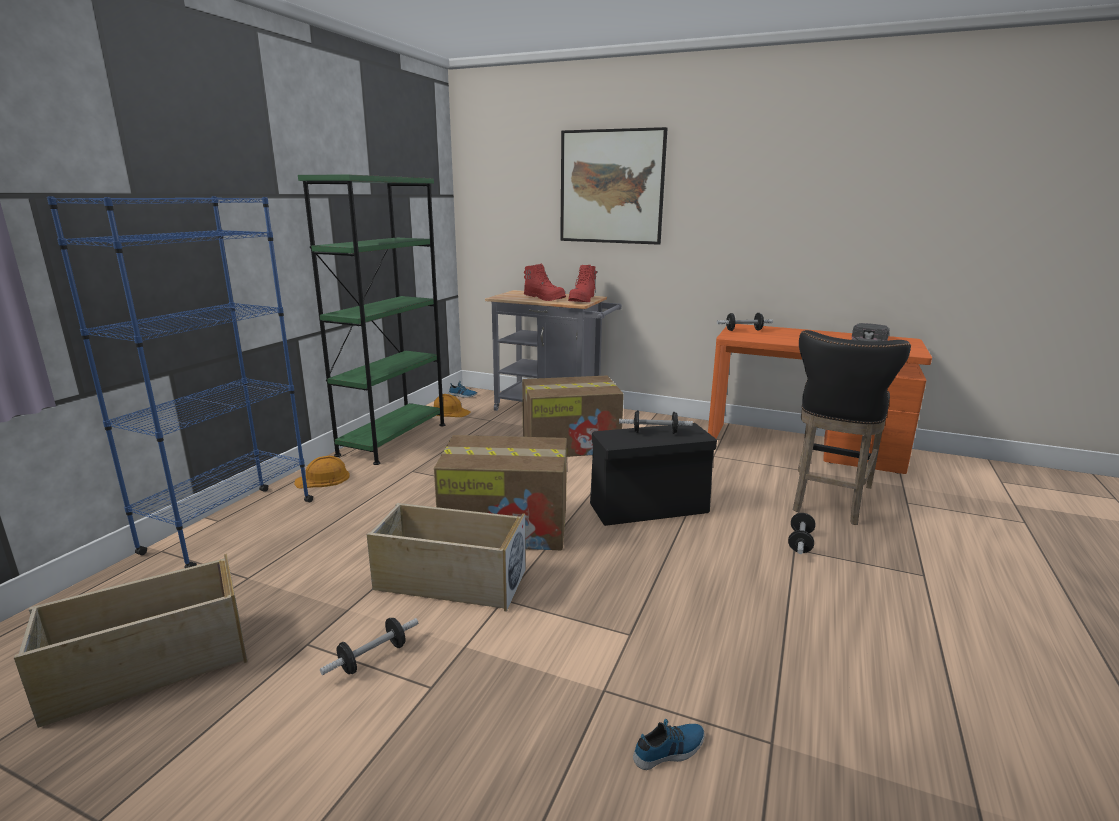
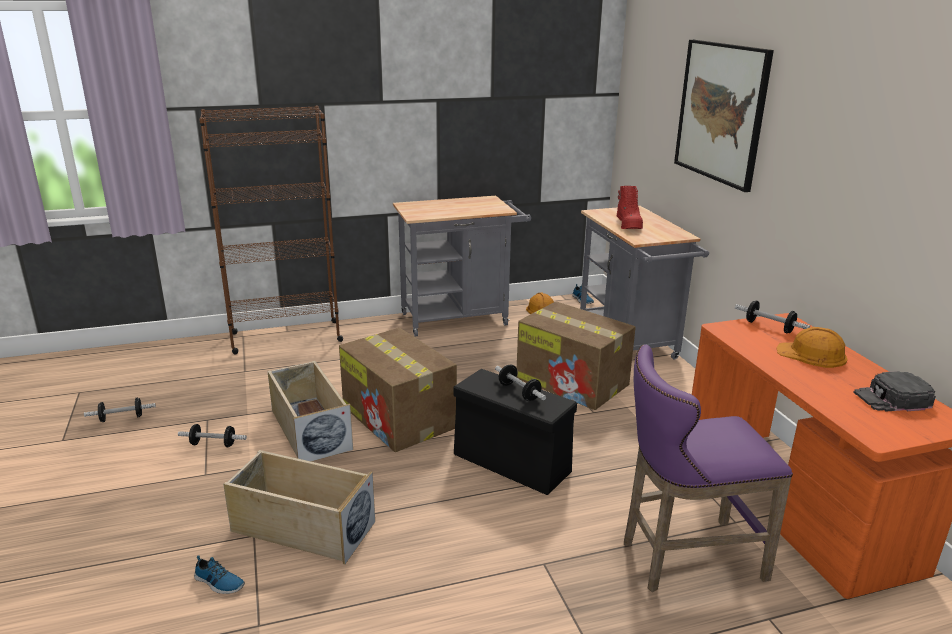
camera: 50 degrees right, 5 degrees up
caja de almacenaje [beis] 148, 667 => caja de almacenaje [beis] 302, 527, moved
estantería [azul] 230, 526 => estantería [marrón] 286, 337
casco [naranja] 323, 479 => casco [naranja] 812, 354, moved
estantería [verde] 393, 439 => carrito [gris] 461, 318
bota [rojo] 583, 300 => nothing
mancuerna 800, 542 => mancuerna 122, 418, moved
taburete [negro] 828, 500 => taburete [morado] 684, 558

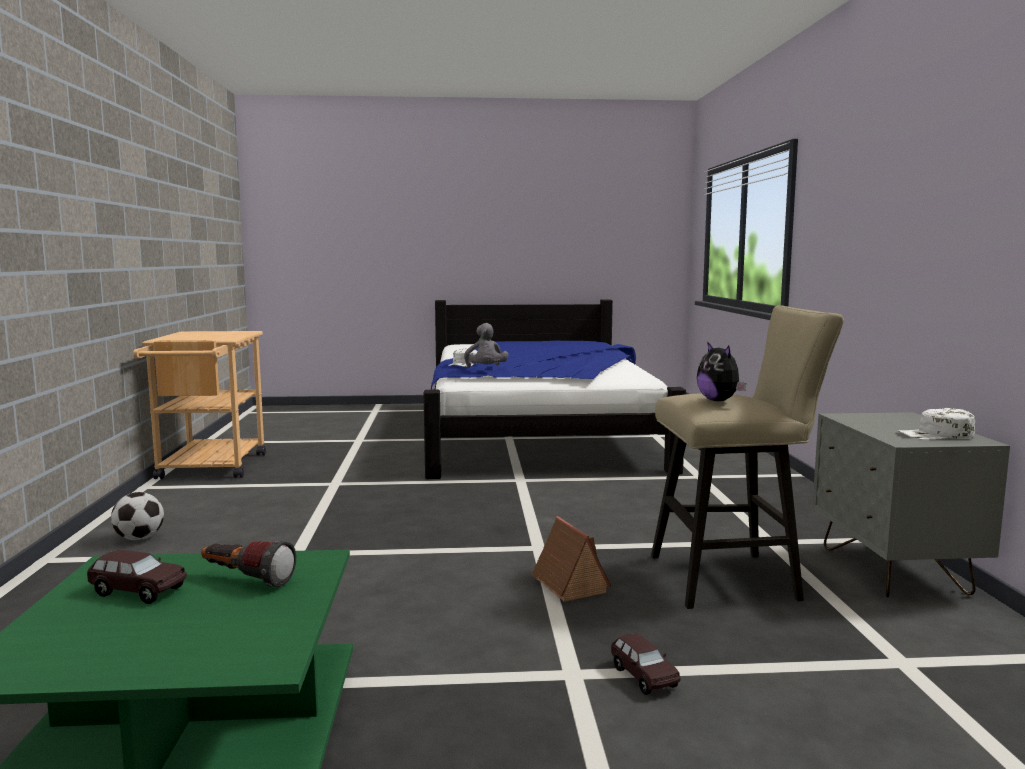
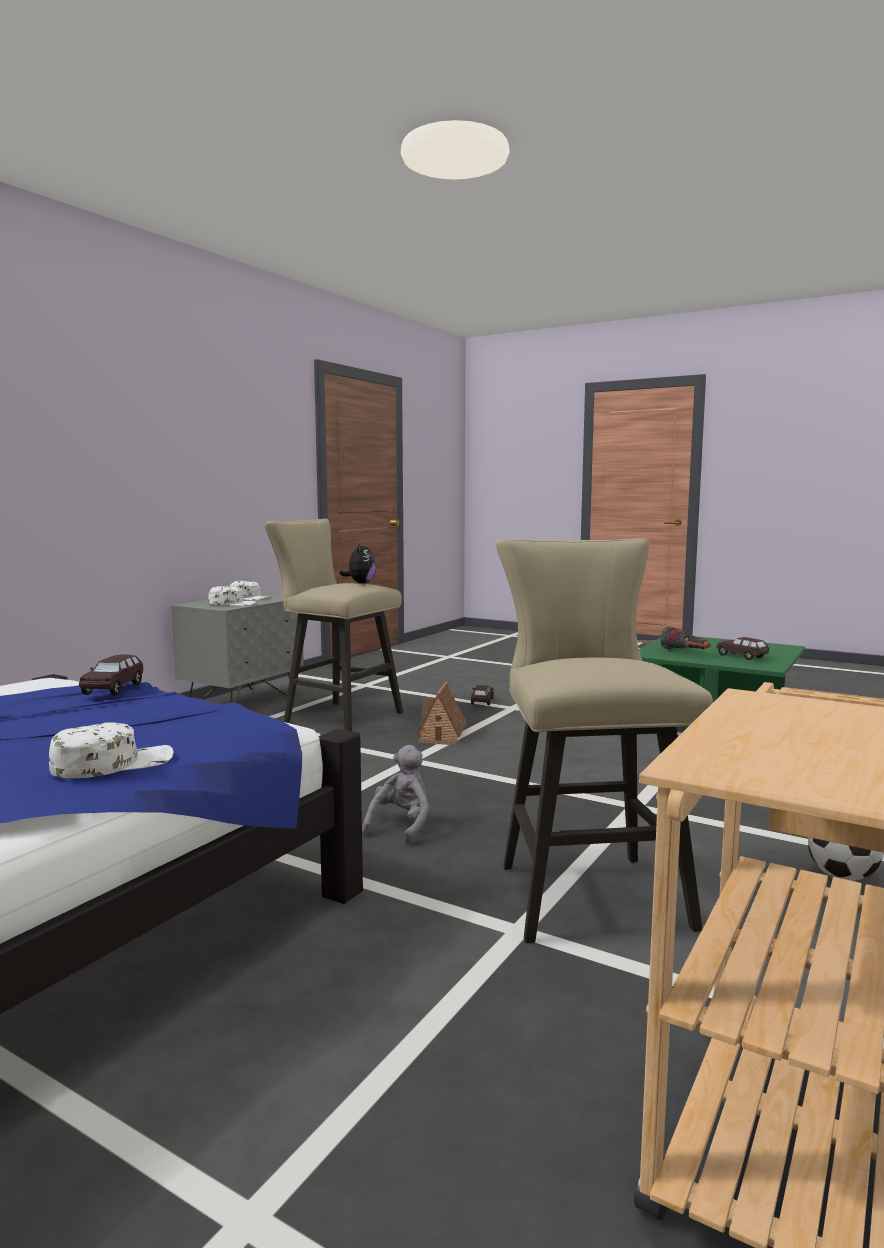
camera: 145 degrees left, 0 degrees up
peluche [gris] 486, 370 => peluche [gris] 401, 826, moved
nothing => coche de juguete [marrón] 113, 688
nothing => gorra [blanco] 233, 603
nothing => taburete [beis] 586, 889

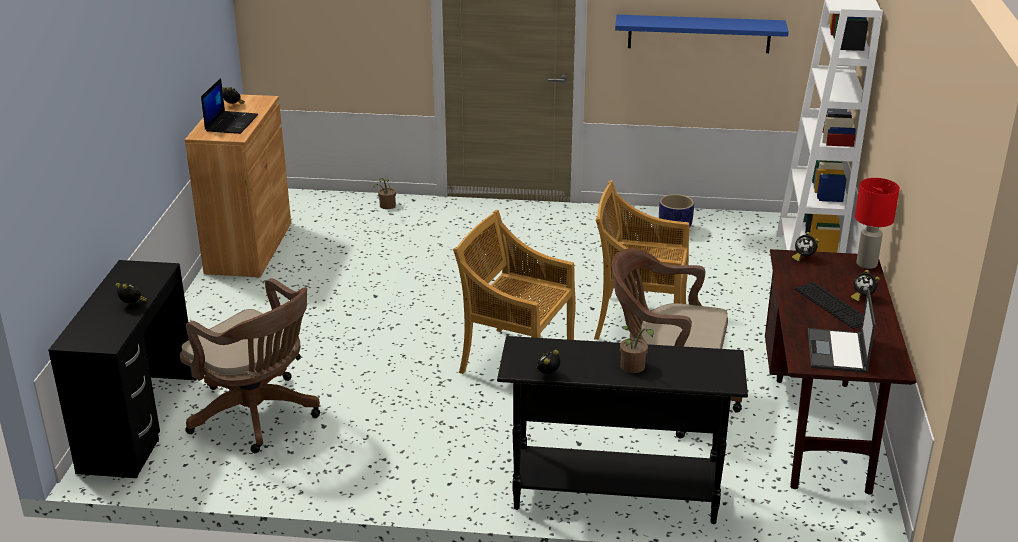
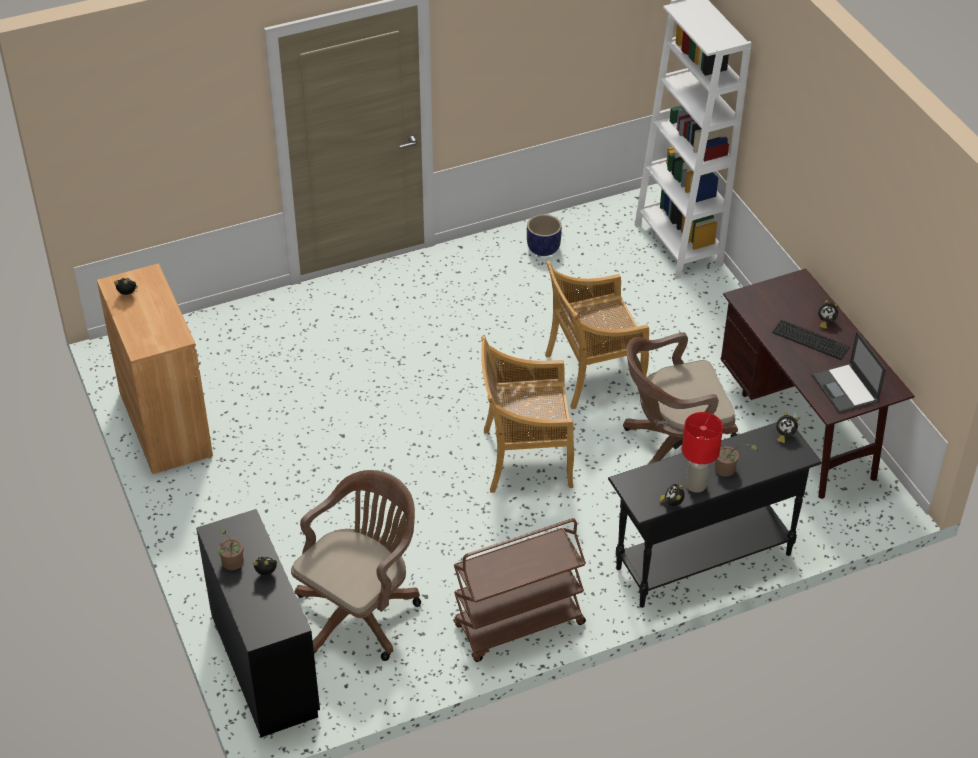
camera: 30 degrees left, 15 degrees up
silla de oficina [marrón] 258, 416 => silla de oficina [marrón] 361, 611, 60 degrees counterclockwise
portátil 231, 123 => nothing
planta en maceta 386, 206 => planta en maceta 232, 564, moved
estante [azul] 699, 33 => nothing
despertador 803, 258 => despertador 784, 435, moved
lámpara de mesa [rojo] 866, 264 => lámpara de mesa [rojo] 695, 485, moved
nothing => carrito [marrón] 518, 626

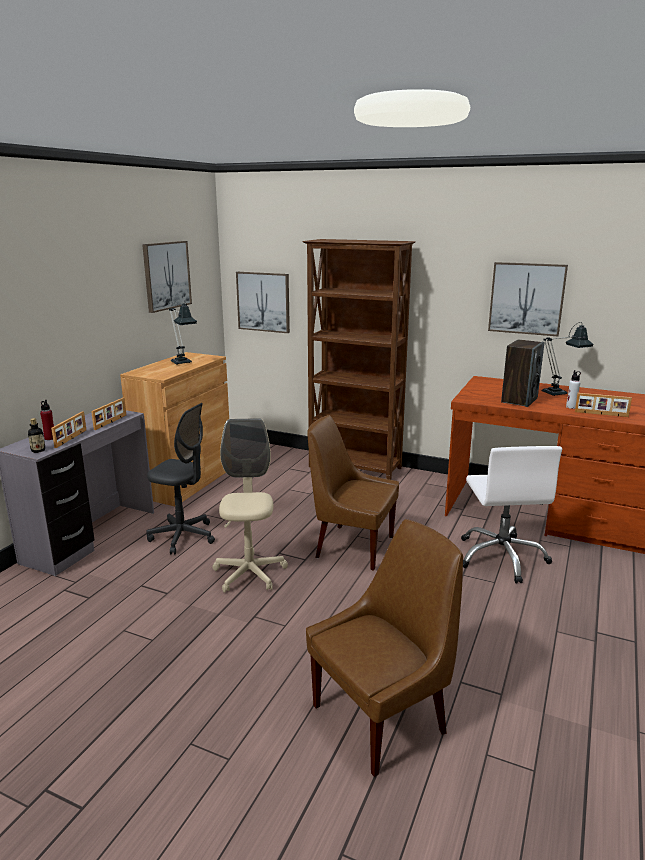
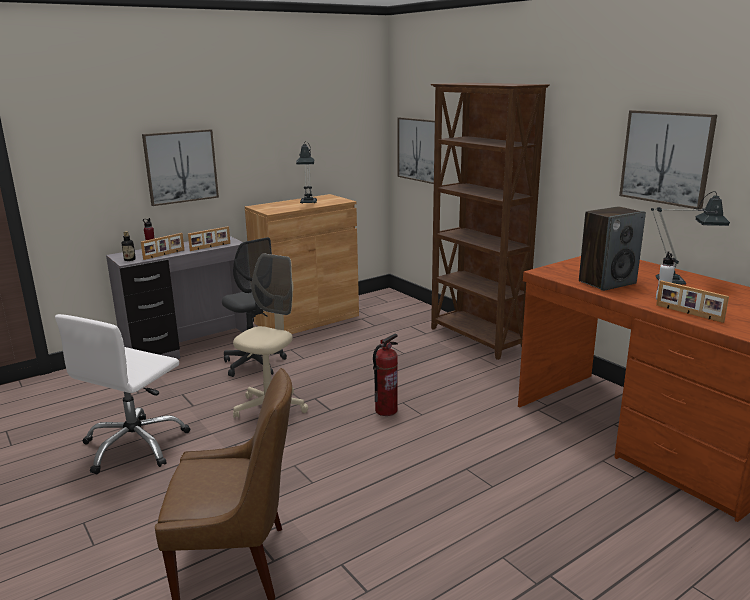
camera: 30 degrees right, 0 degrees up
cuadro 166, 275 => cuadro 181, 166, moved
silla [marrón] 351, 546 => extintor 386, 410
silla de oficina [blanco] 501, 557 => silla de oficina [blanco] 135, 446, moved

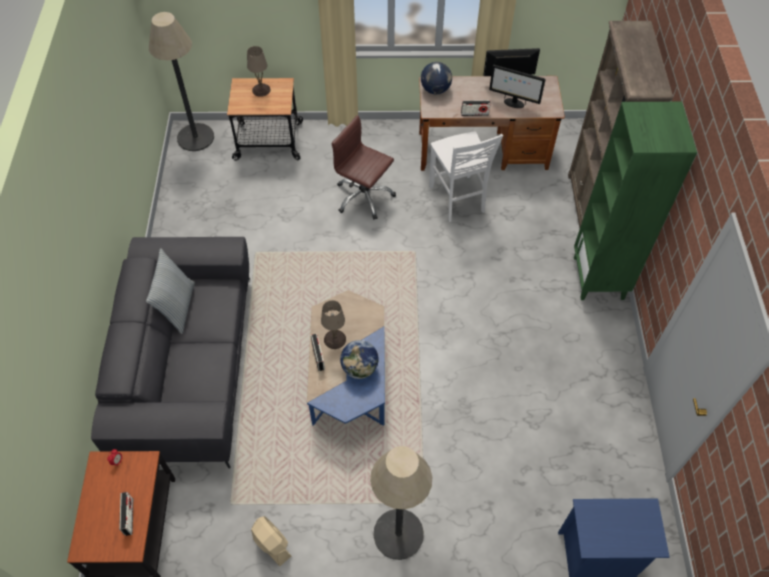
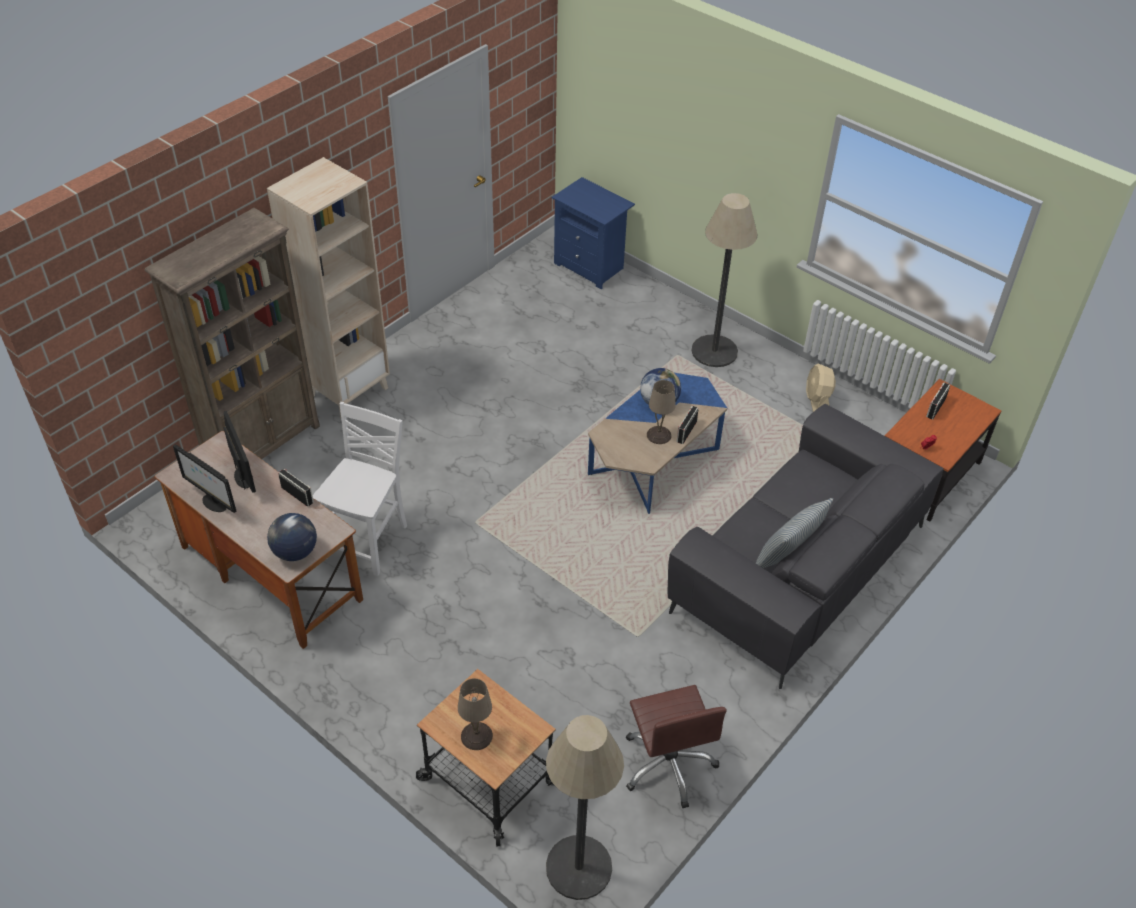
camera: 140 degrees left, 10 degrees down
silla de oficina [marrón] 363, 197 => silla de oficina [marrón] 668, 764, moved
estantería [verde] 599, 278 => estantería [beis] 348, 391

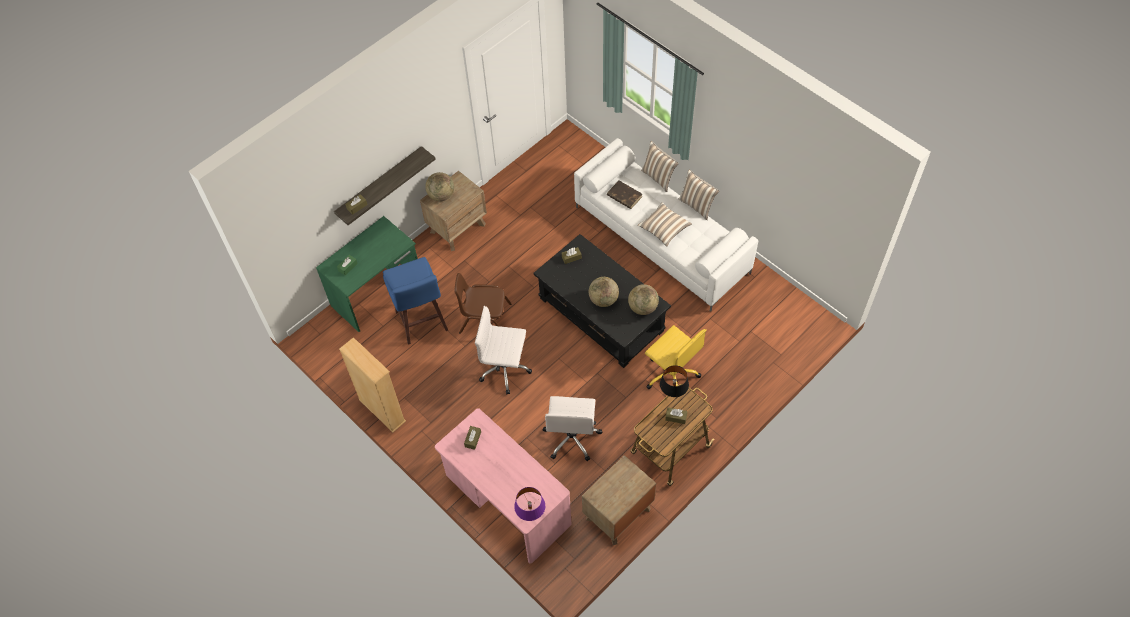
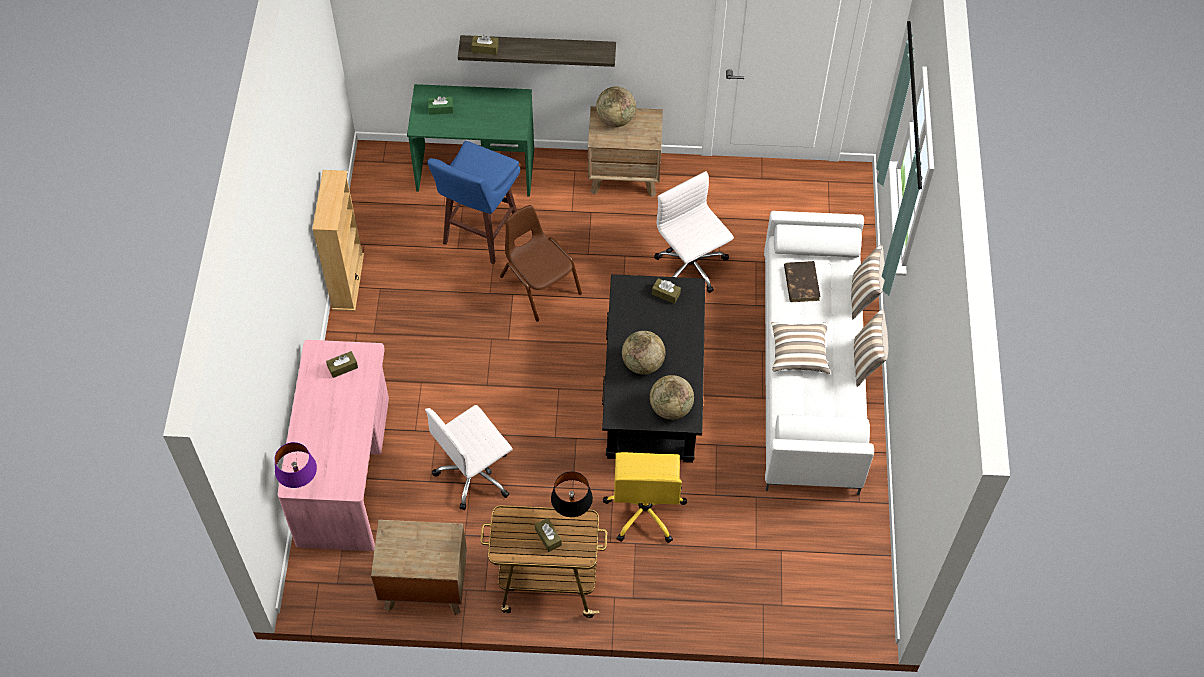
camera: 45 degrees right, 0 degrees up
silla de oficina [blanco] 505, 369 => silla de oficina [blanco] 691, 268, moved

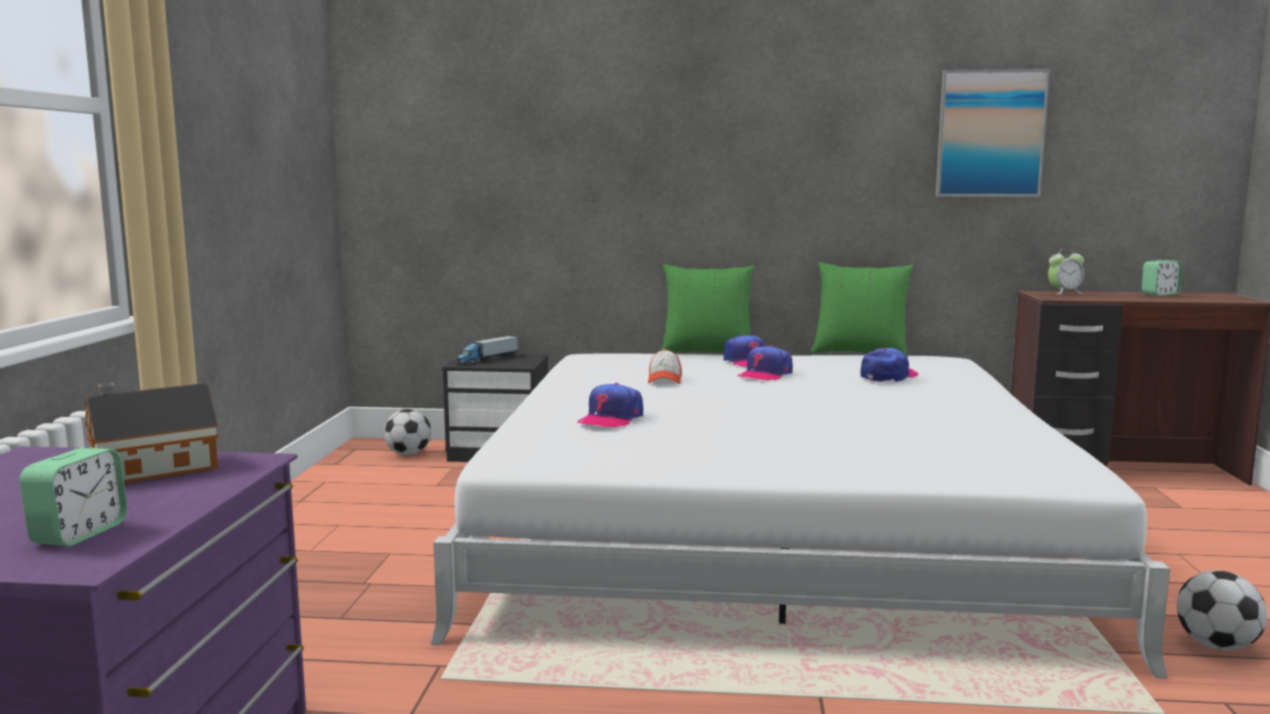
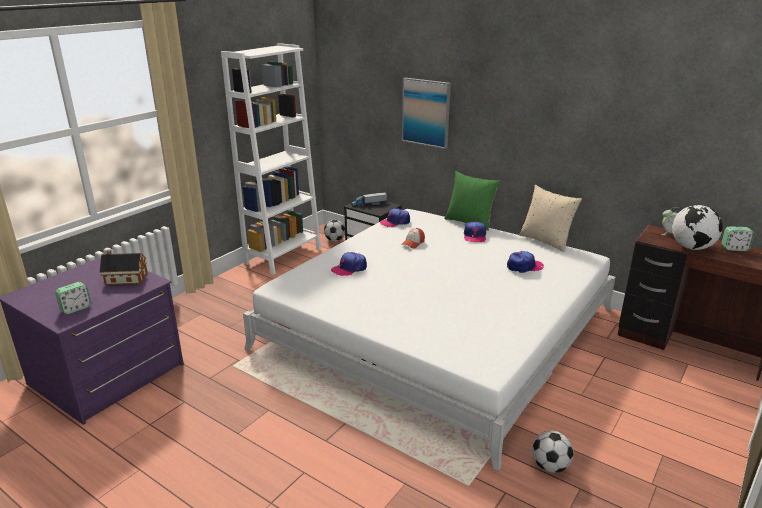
camera: 30 degrees right, 15 degrees up
gorra 765, 375 => gorra 395, 222, moved
cojín [verde] 860, 353 => cojín [beis] 546, 241
cuadro 990, 134 => cuadro 426, 112, moved
nothing => estantería [blanco] 283, 256
nothing => globo terráqueo 691, 247

